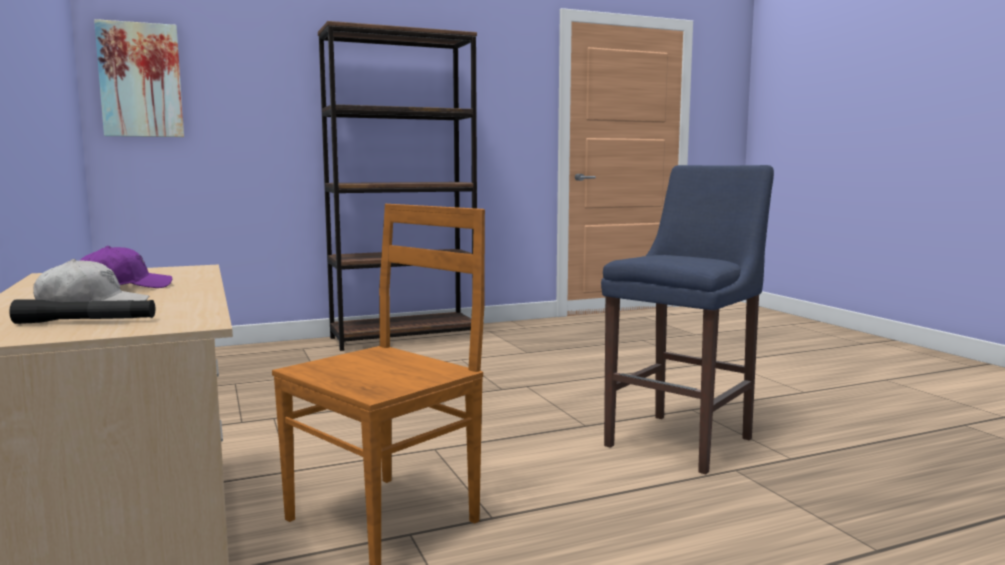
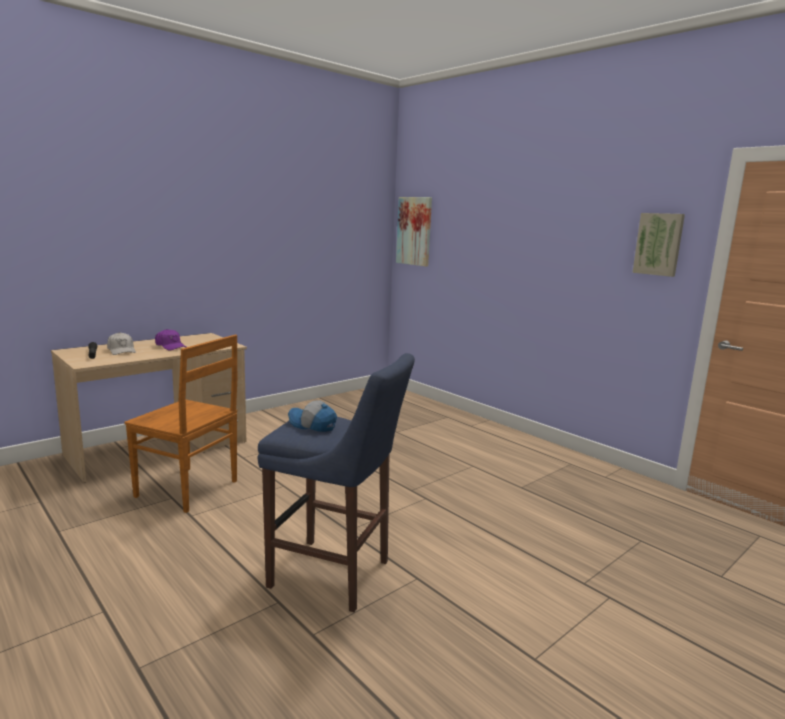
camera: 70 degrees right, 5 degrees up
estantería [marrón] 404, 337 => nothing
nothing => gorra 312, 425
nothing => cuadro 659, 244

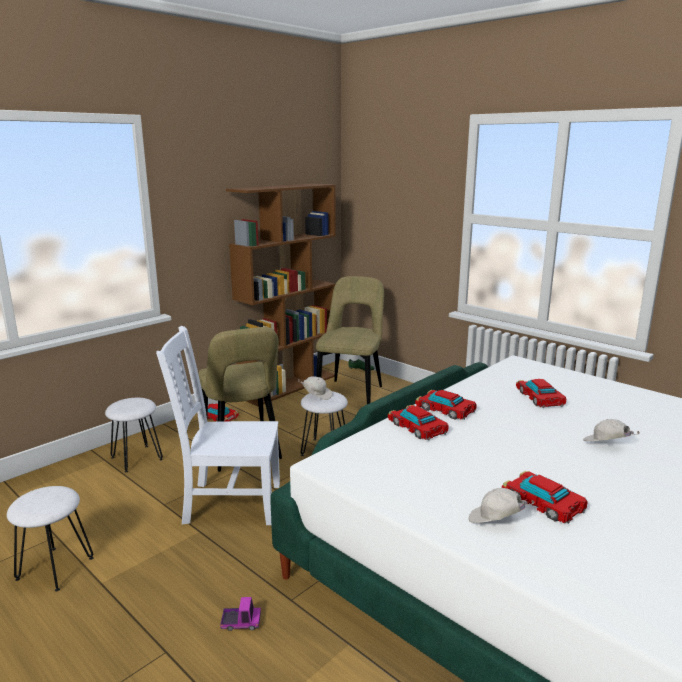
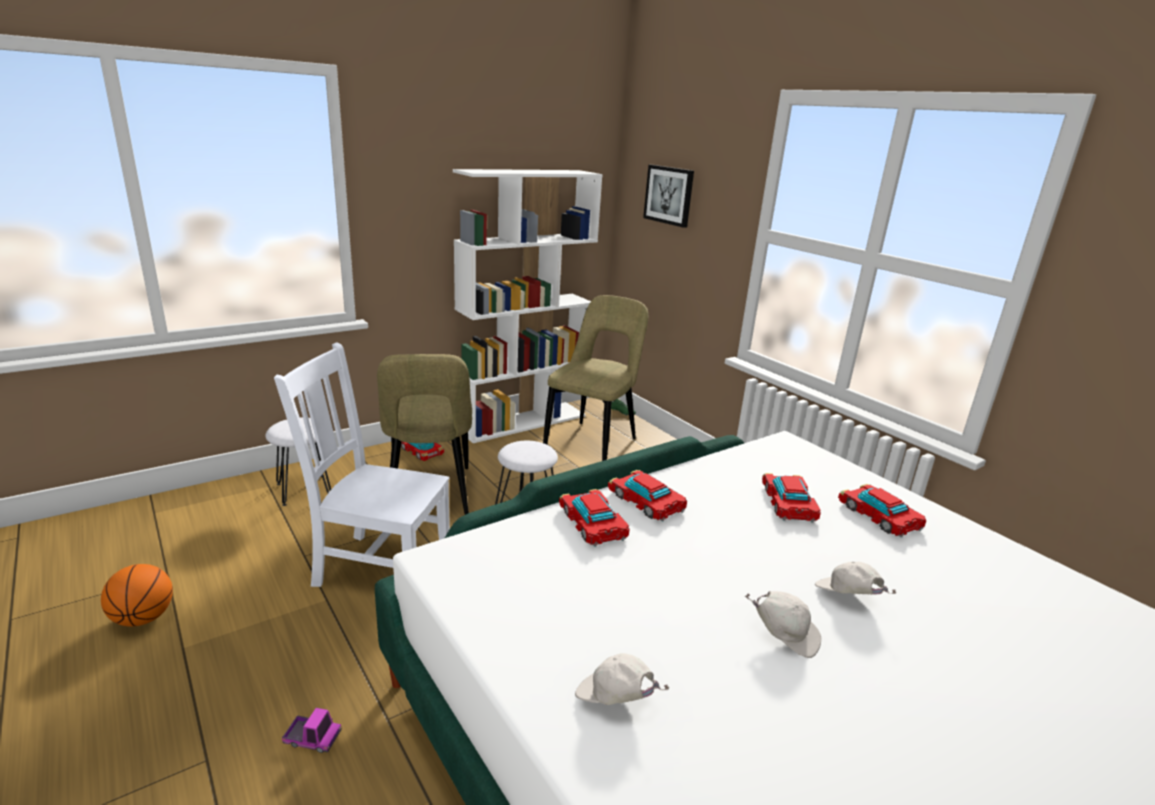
camera: 10 degrees right, 5 degrees up
taburete [blanco] 54, 569 => balón de baloncesto 143, 618
estantería [marrón] 289, 386 => estantería [blanco] 523, 421
gorra [blanco] 317, 395 => gorra [blanco] 784, 635, moved
coche de juguete 542, 503 => coche de juguete 878, 516, moved
nothing => cuadro 669, 195

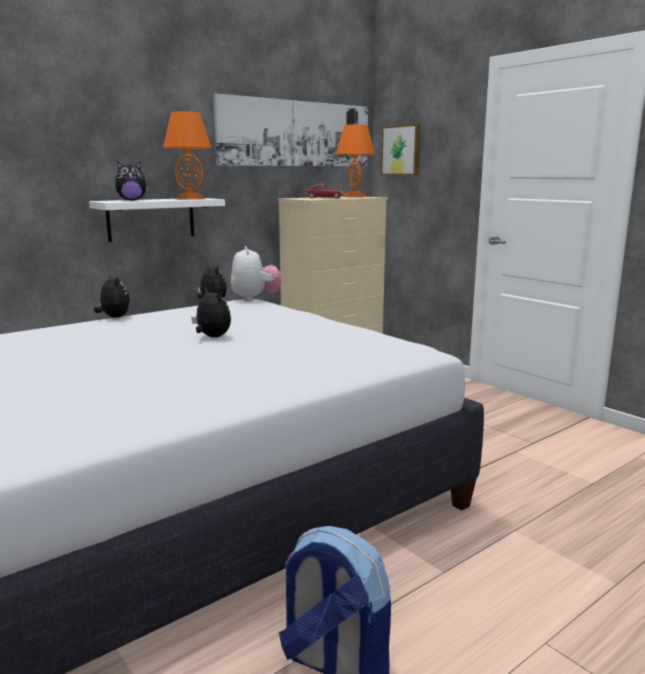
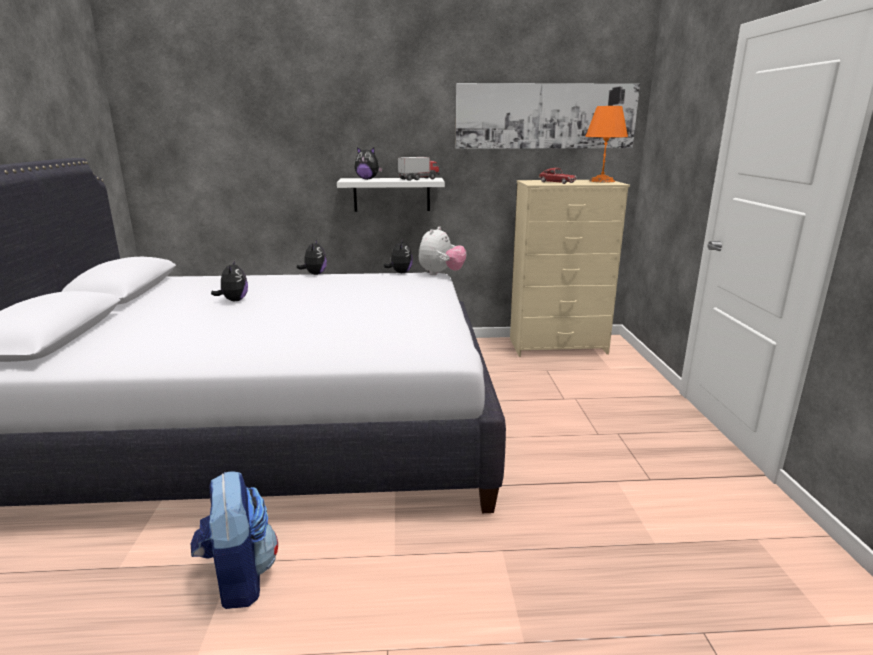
camera: 35 degrees right, 5 degrees up
lámpara de mesa [naranja] 189, 198 => camión de juguete 419, 179
peluche 212, 337 => peluche 234, 300, moved
cuadro 402, 150 => nothing

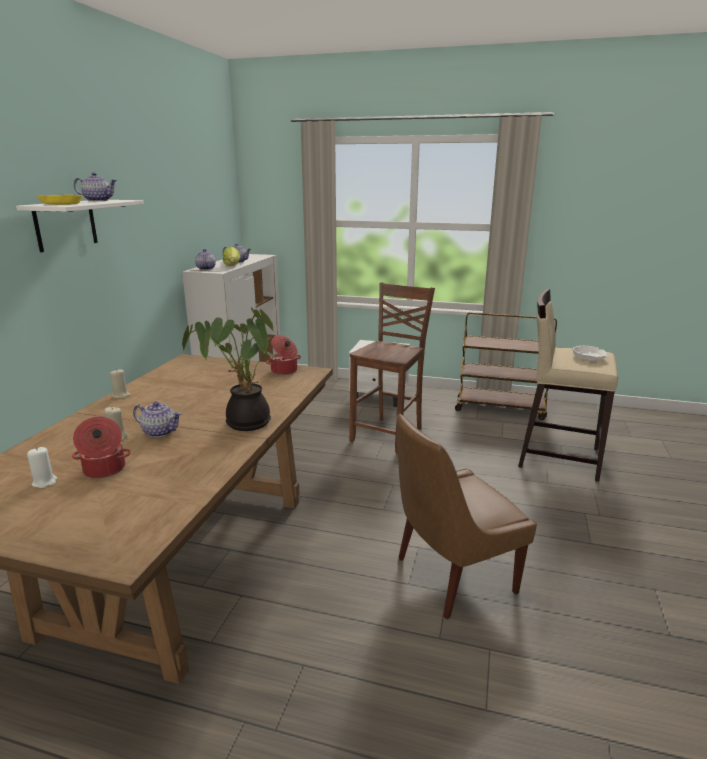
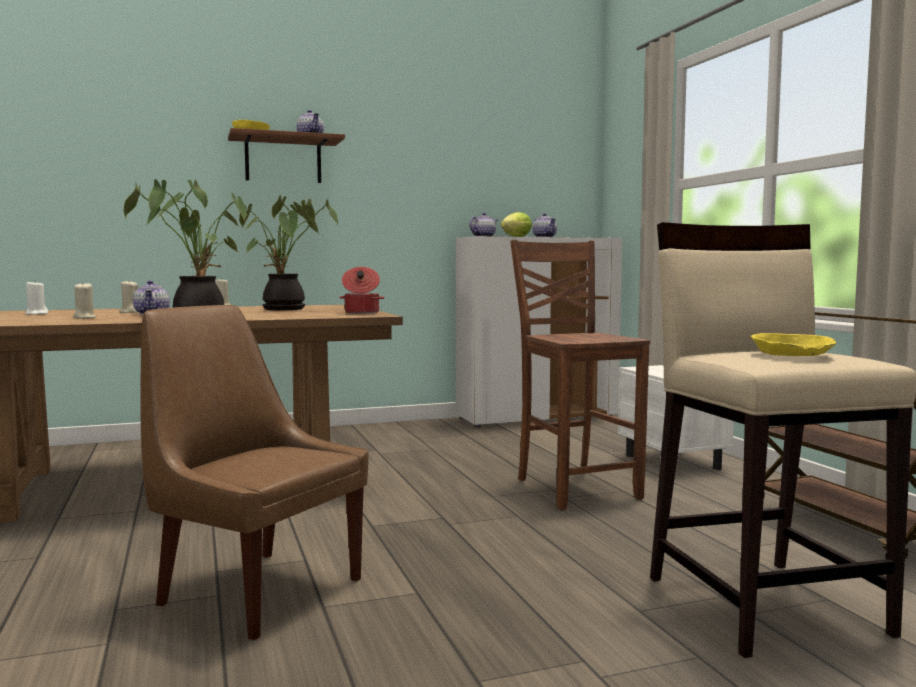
camera: 55 degrees right, 15 degrees down
estante [blanco] 66, 225 => estante [marrón] 283, 160
olla 104, 470 => nothing
silla [marrón] 389, 434 => silla [marrón] 575, 488, 105 degrees counterclockwise
cuenco [blanco] 589, 357 => cuenco [amarillo] 792, 354
nothing => vela [beis] 84, 318
nothing => planta en maceta 285, 309

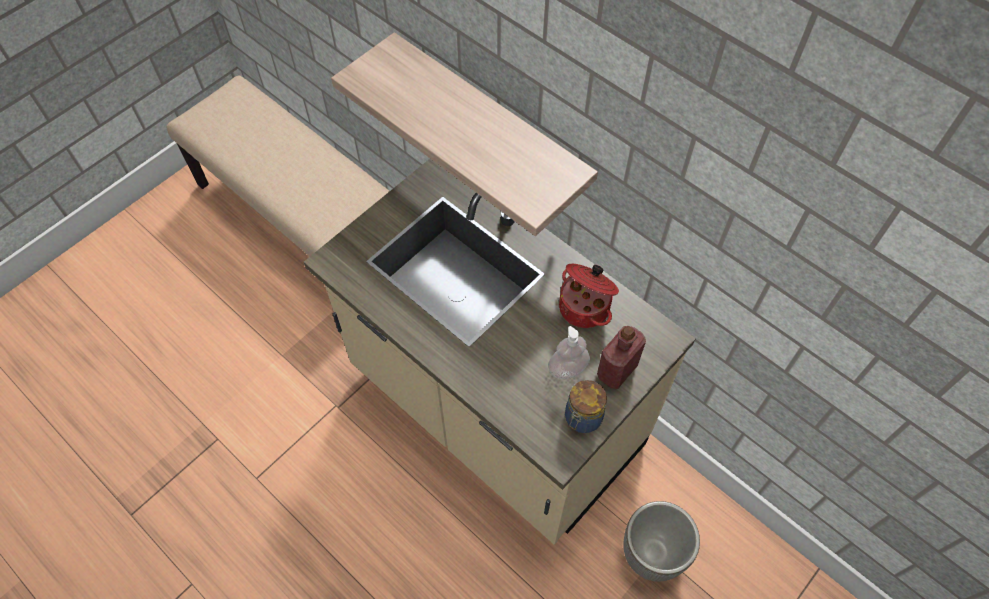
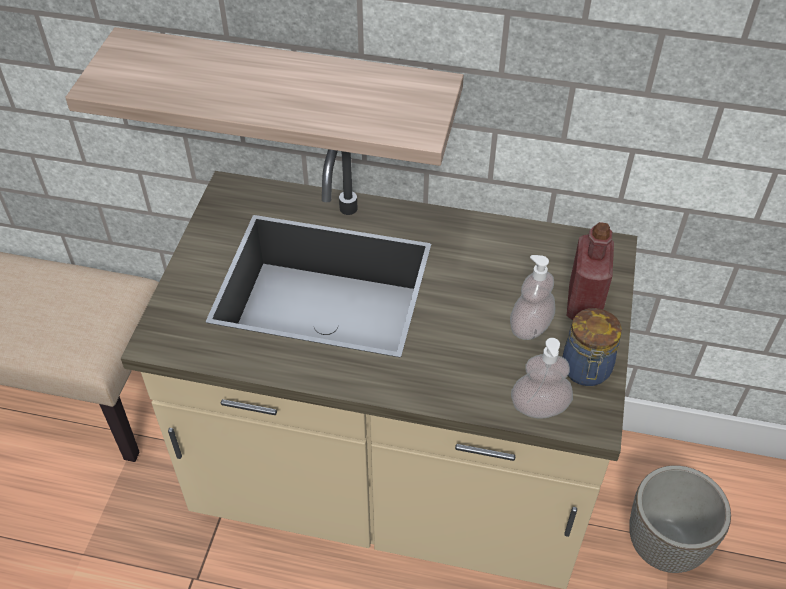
camera: 30 degrees left, 10 degrees down
olla 585, 307 => nothing
nothing => dispensador de jabón 539, 407

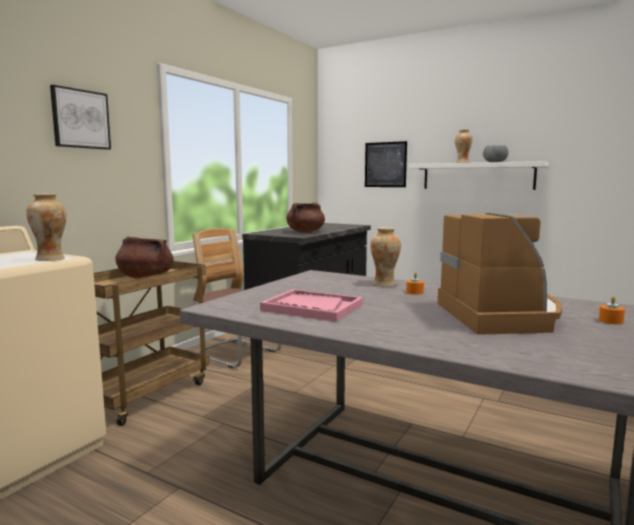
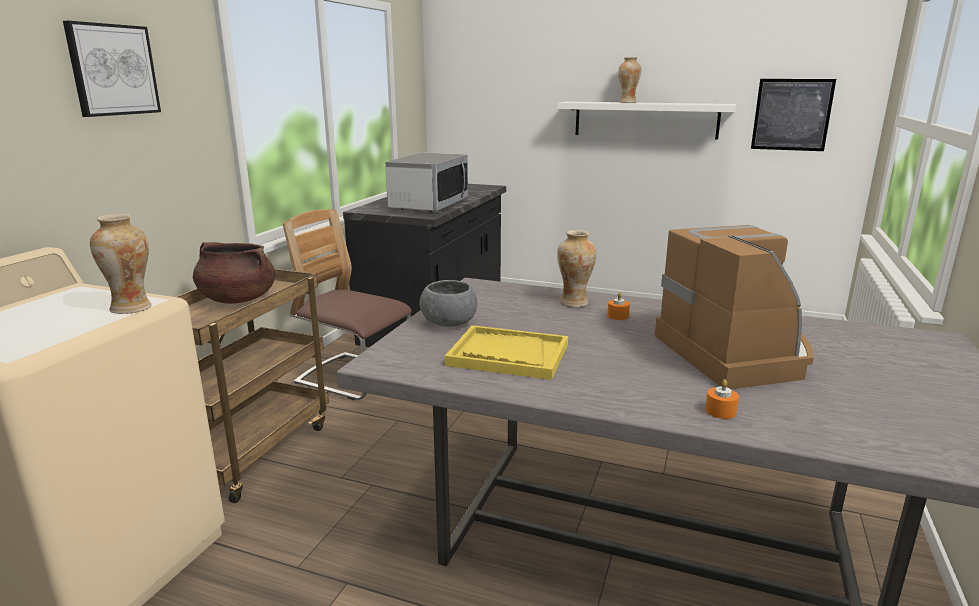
camera: 10 degrees left, 10 degrees up
bandeja [rosa] 312, 308 => bandeja [amarillo] 508, 355
olla [marrón] 305, 232 => microondas 429, 205
cuadro 385, 164 => cuadro 791, 115, moved
cuenco [gris] 495, 162 => cuenco [gris] 449, 323, moved
vela [naranja] 610, 321 => vela [naranja] 720, 411, moved

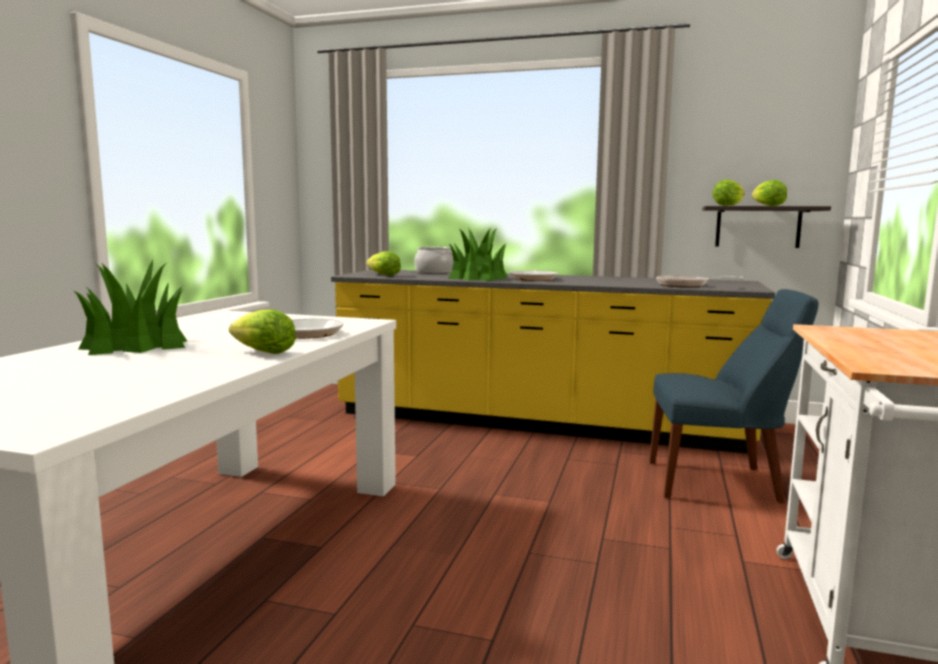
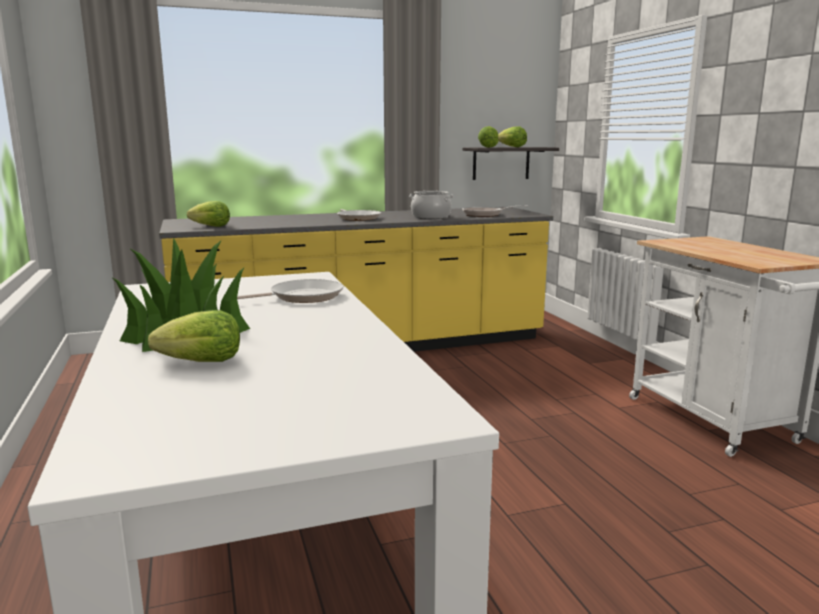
camera: 35 degrees left, 5 degrees up
lechuga 264, 353 => lechuga 202, 362, moved
olla 434, 272 => olla 430, 217, moved
planta en maceta 478, 278 => nothing
silla [azul] 719, 482 => nothing

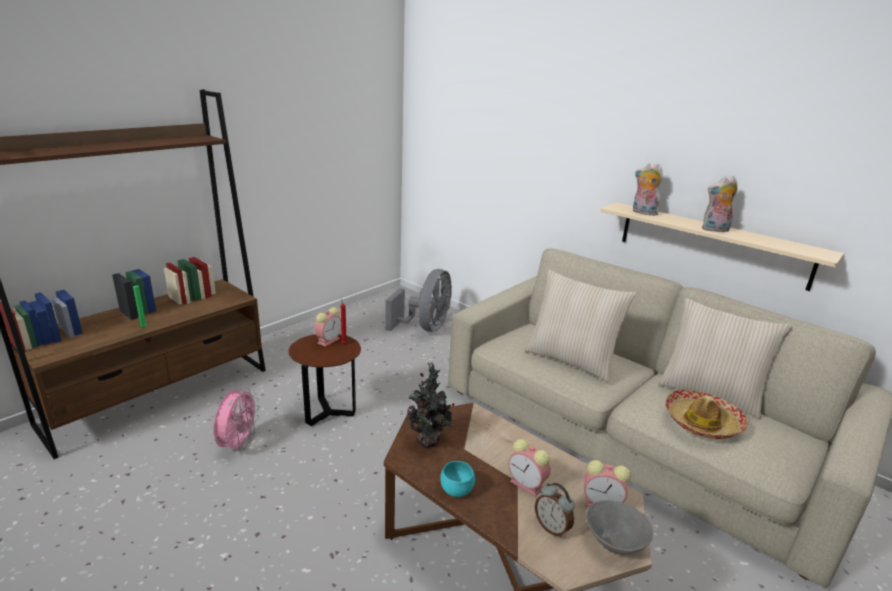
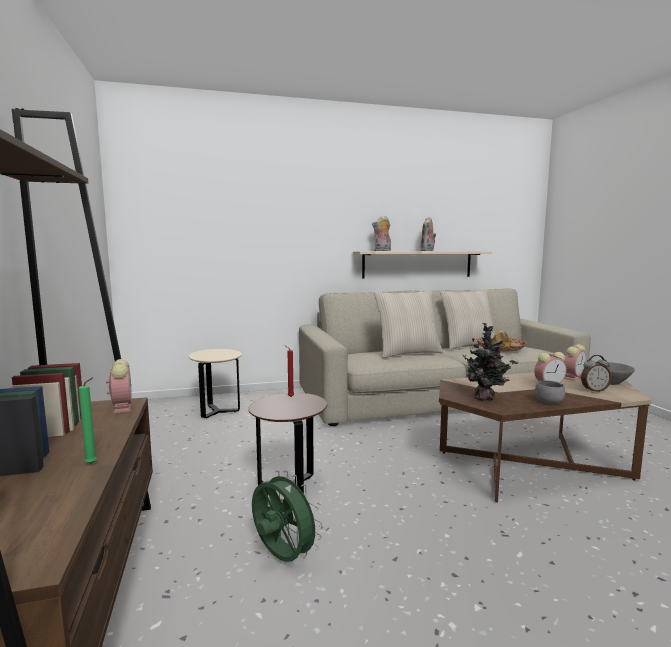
camera: 55 degrees left, 15 degrees down
ventilador [rosa] 238, 444 => ventilador [verde] 282, 557
despertador 329, 340 => despertador 122, 407, moved
ventilador [gris] 425, 327 => mesa auxiliar [beis] 217, 411
cuenco [turquesa] 456, 490 => cuenco [gris] 549, 402

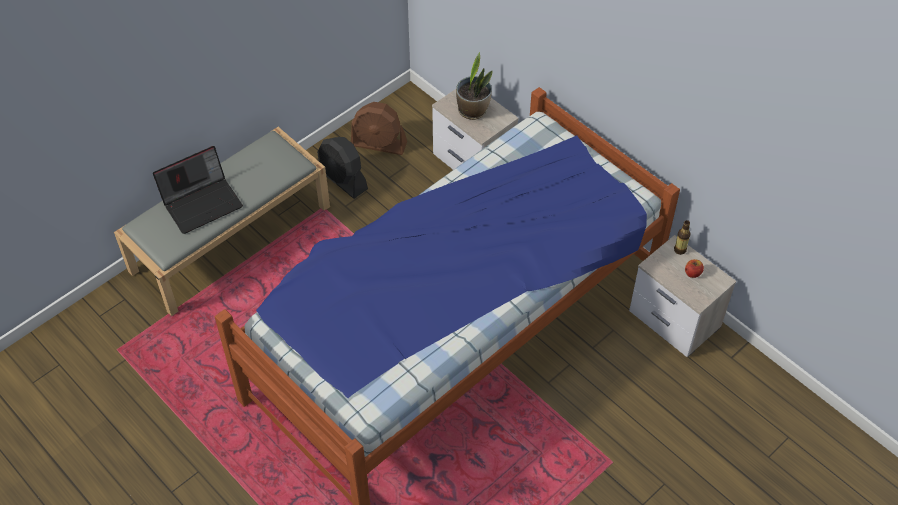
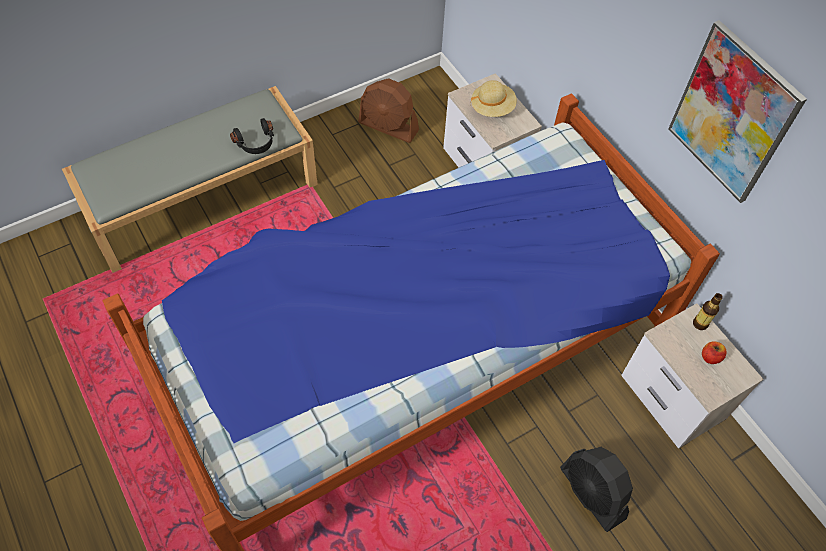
camera: 10 degrees right, 5 degrees up
portátil 202, 202 => nothing
ventilador [negro] 343, 179 => ventilador [negro] 592, 493, moved
planta en maceta 473, 110 => sombrero [beis] 492, 108
nothing => auriculares [negro] 256, 143
nothing => cuadro 732, 114

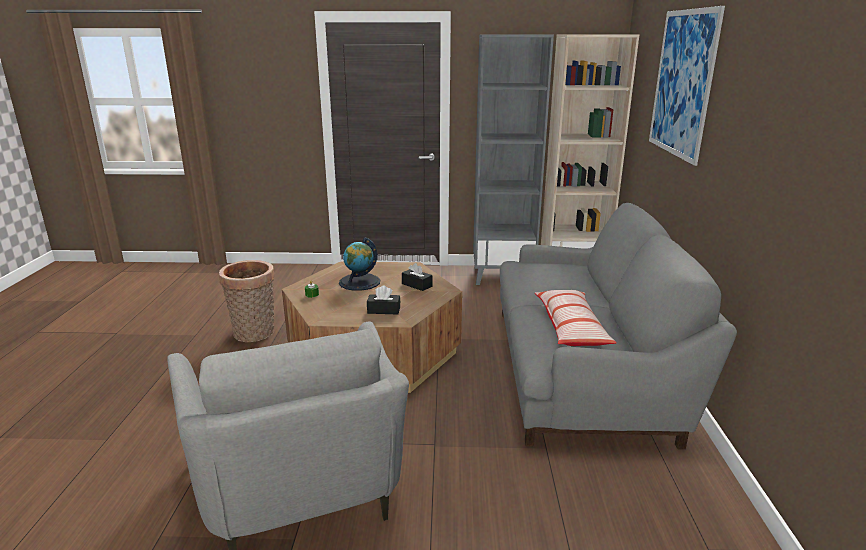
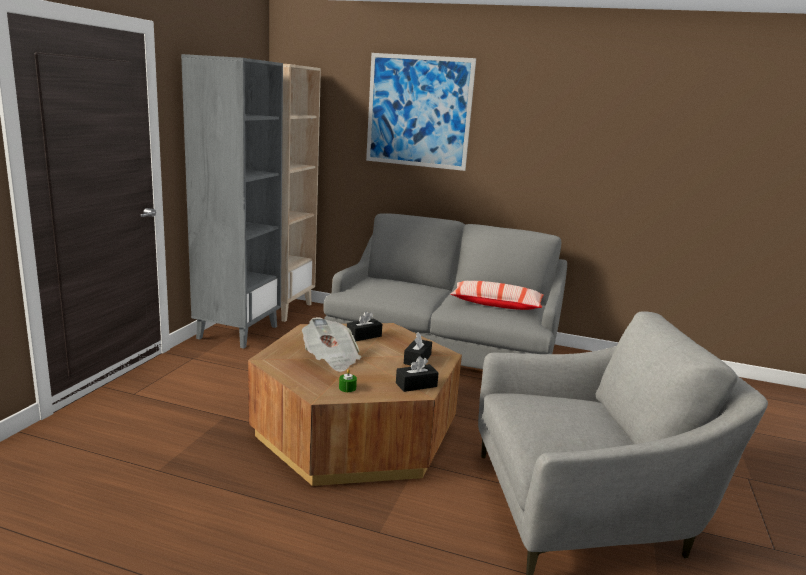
camera: 75 degrees left, 5 degrees down
cesta 255, 334 => nothing
globo terráqueo 359, 282 => periódico 331, 359
nothing => caja de pañuelos [negro] 416, 385

